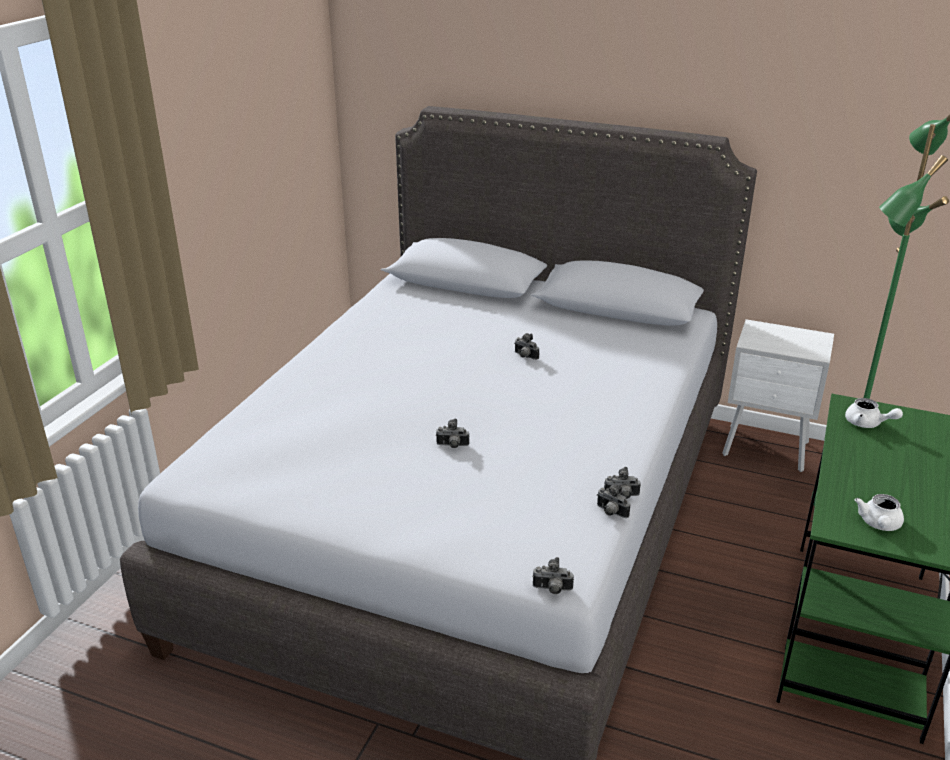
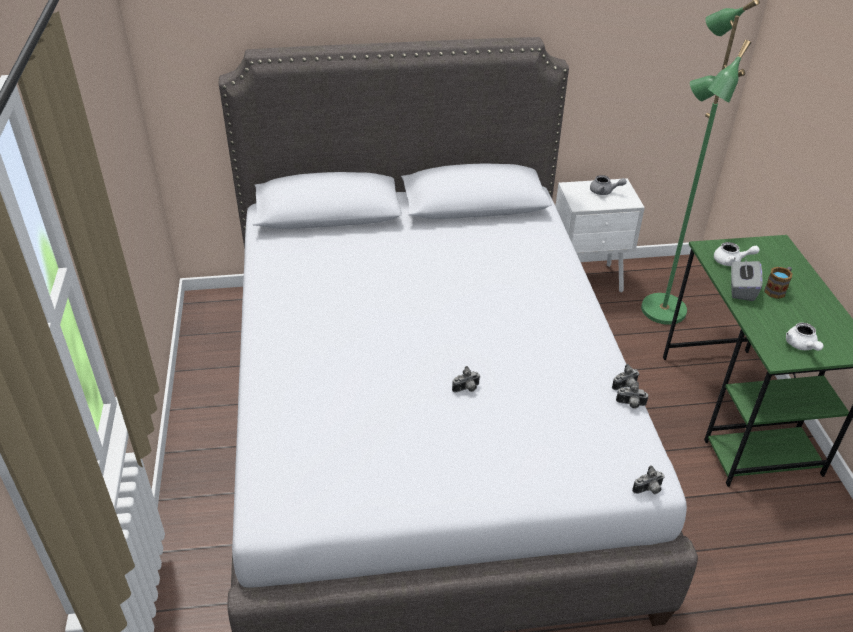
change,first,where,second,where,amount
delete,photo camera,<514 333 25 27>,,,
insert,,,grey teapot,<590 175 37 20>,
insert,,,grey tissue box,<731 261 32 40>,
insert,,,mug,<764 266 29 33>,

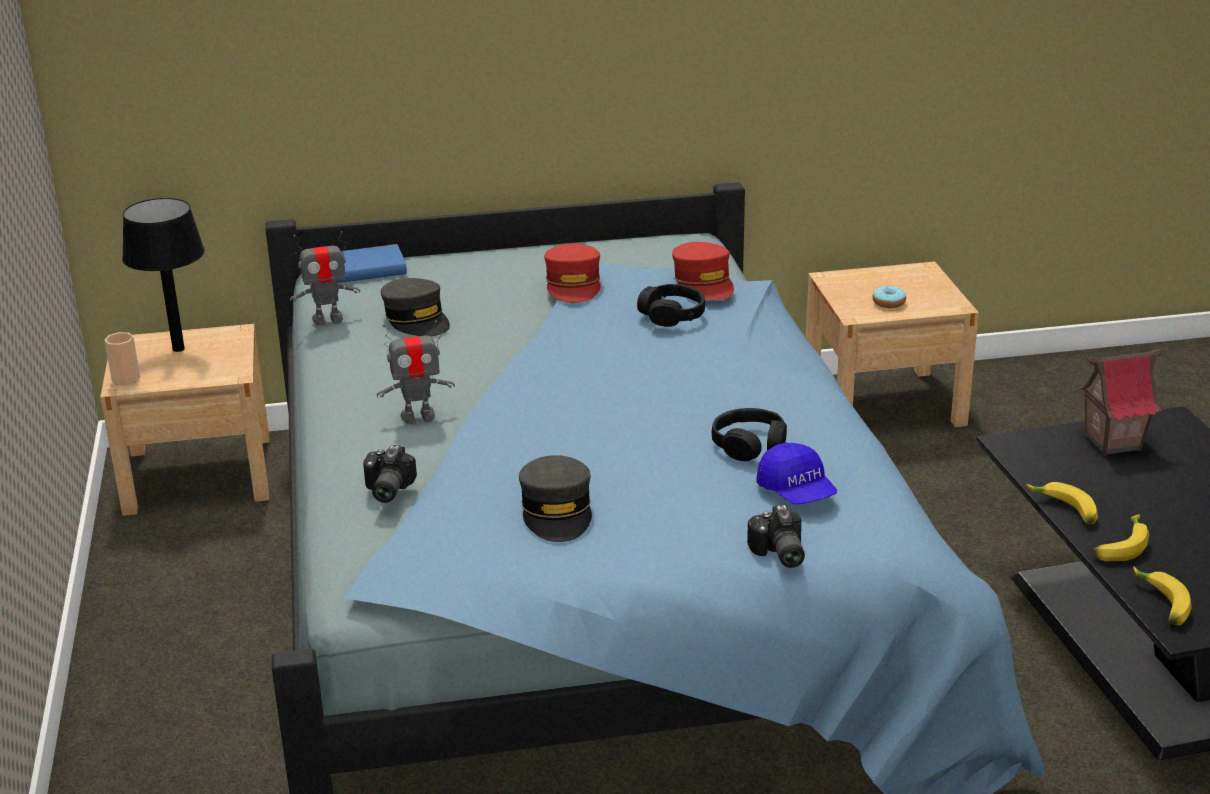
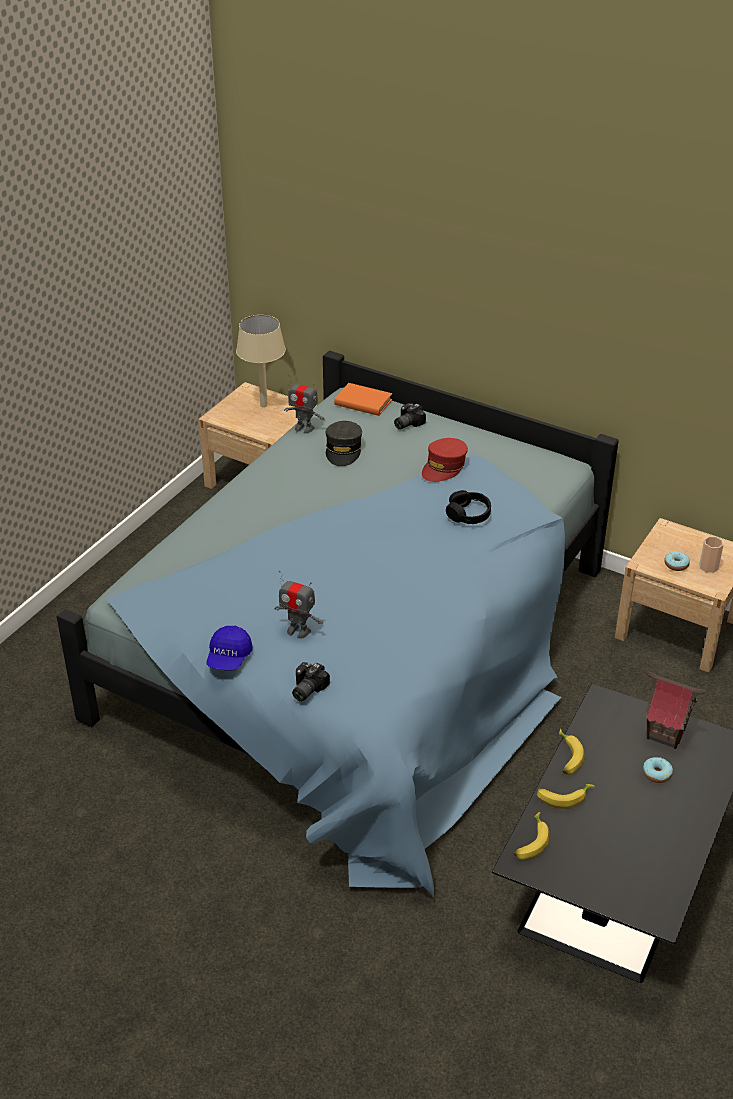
change,first,where,second,where,amount
move,cup,<104 332 36 53>,,<699 536 25 37>,
recolor,black table lamp,<122 198 83 154>,beige table lamp,<236 315 50 93>,
recolor,blue book,<336 244 71 39>,orange book,<334 383 58 33>,
move,photo camera,<363 445 54 58>,,<394 403 32 27>,
move,toy robot,<376 320 79 105>,,<274 571 49 68>,
delete,grey cap,<519 455 73 87>,,,
delete,red cap,<672 242 62 58>,,,
delete,black headphones,<712 408 75 53>,,,
move,blue cap,<756 443 81 61>,,<207 626 46 44>,
insert,,,donut,<643 757 30 26>,

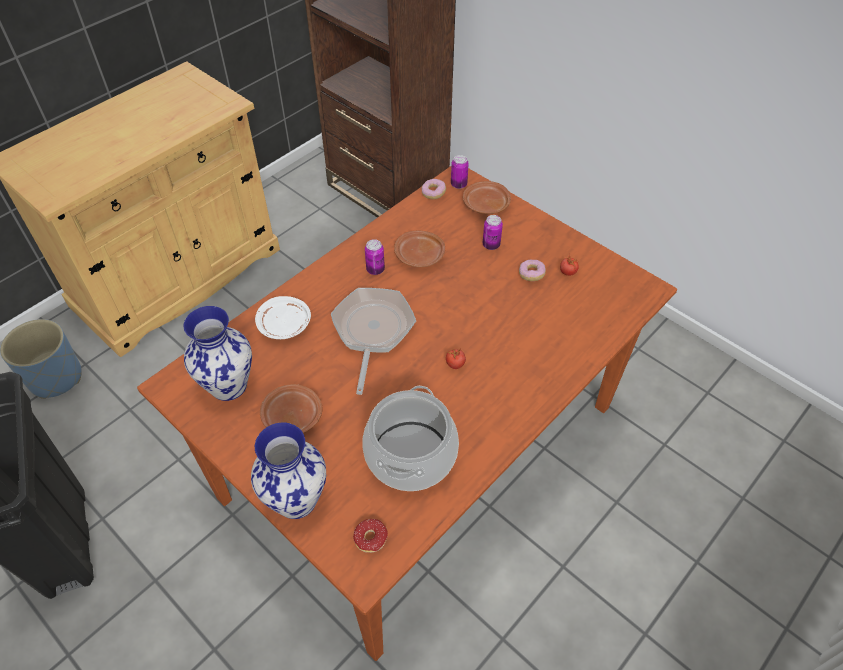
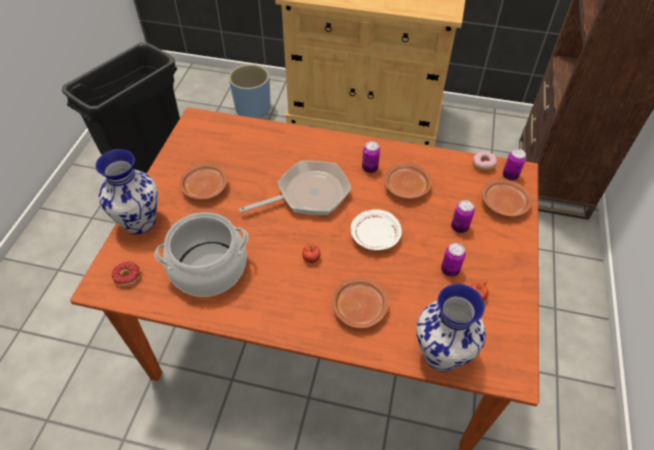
change,first,where,second,where,amount
move,vase,<184 306 68 95>,,<416 284 70 88>,
move,white plate,<255 296 56 43>,,<351 209 51 41>,
replace,donut,<519 260 27 21>,can,<441 243 25 34>,
insert,,,brown plate,<332 278 57 51>,

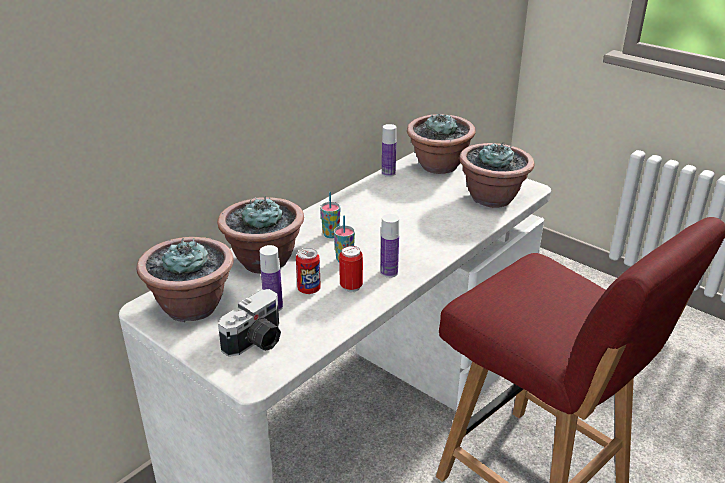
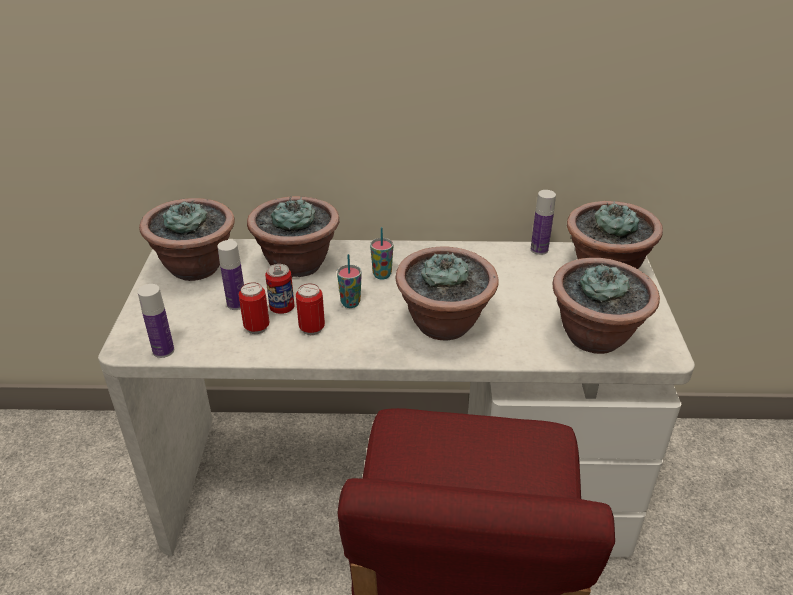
change,first,where,second,where,amount
delete,photo camera,<218 289 63 68>,,,
move,bottle,<381 214 18 64>,,<138 284 36 74>,
insert,,,can,<239 282 30 52>,
insert,,,potted plant,<396 246 103 94>,

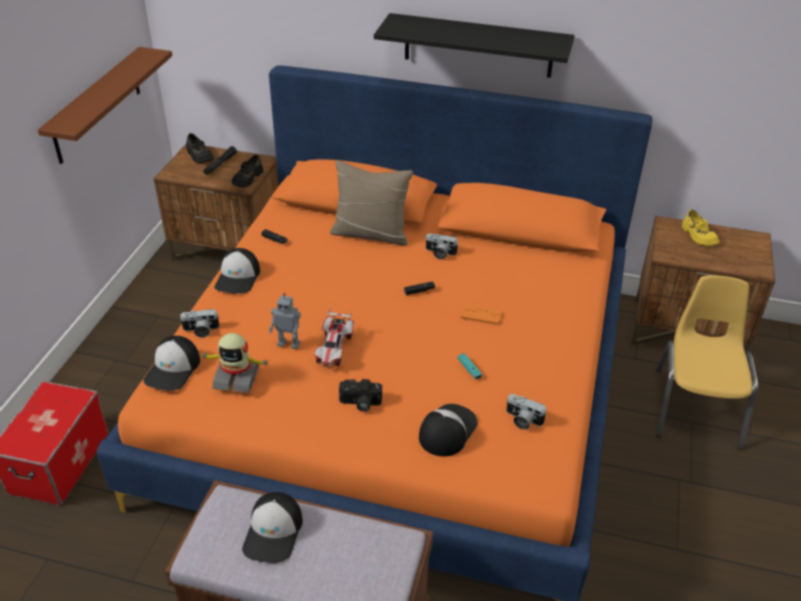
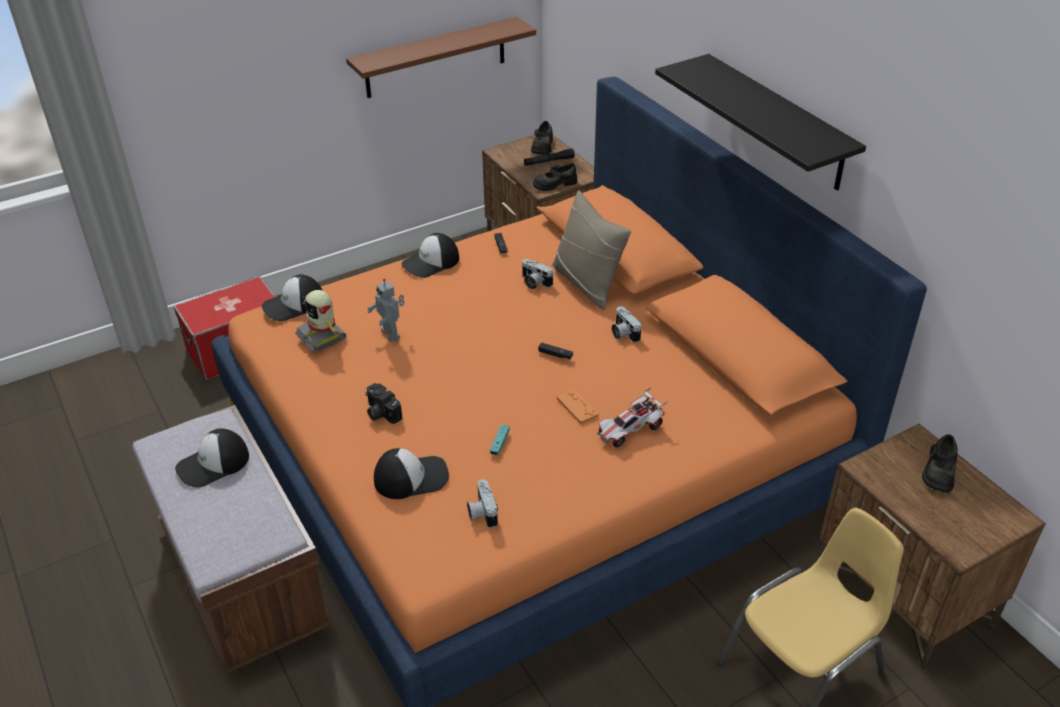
change,first,where,second,where,amount
move,photo camera,<180 309 40 29>,,<522 259 31 30>,
move,toy car,<314 307 40 60>,,<597 387 70 60>,
recolor,yellow shoe,<682 209 37 37>,black shoe,<922 434 36 59>,

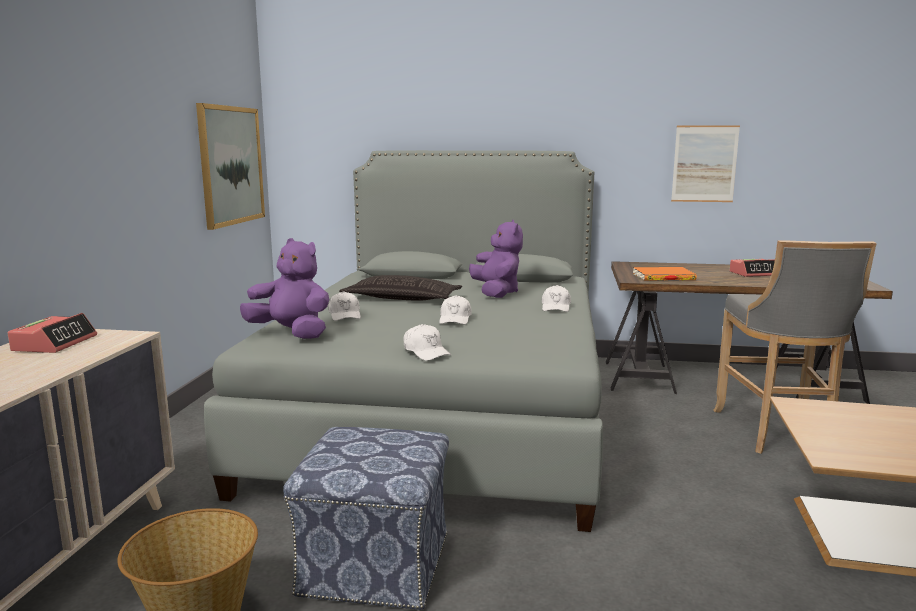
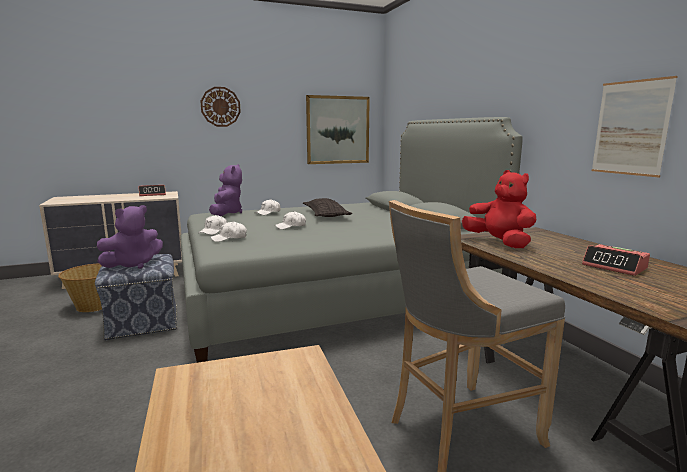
change,first,where,second,where,amount
move,purple plush toy,<469 220 54 78>,,<97 205 66 64>,
move,white cap,<542 285 29 27>,,<211 221 36 21>,
replace,orange book,<633 267 64 14>,red plush toy,<462 170 74 78>,
insert,,,wall clock,<200 87 41 40>,

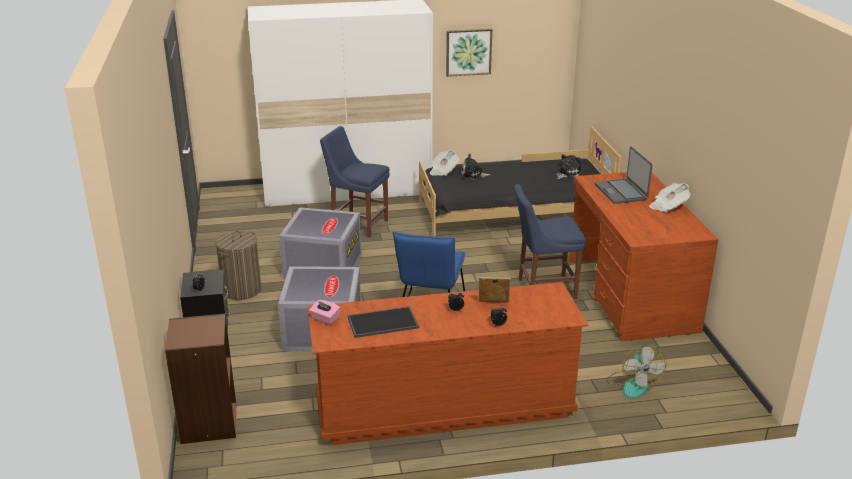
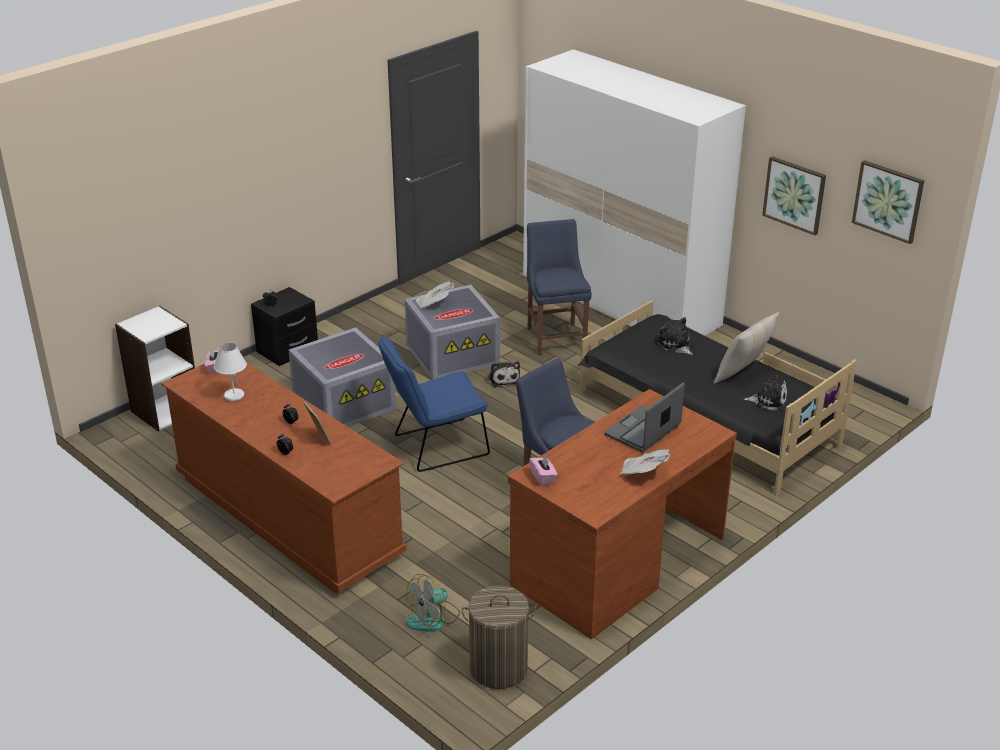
change,first,where,second,where,amount
recolor,brown bookcase,<165 314 71 130>,white bookcase,<115 306 80 125>,
move,laundry basket,<216 231 45 69>,,<461 586 75 103>,
replace,tray,<347 306 72 32>,white table lamp,<214 342 33 59>,
move,newspaper,<430 150 30 26>,,<416 281 38 28>,
insert,,,plush toy,<488 361 32 27>,
insert,,,pink tissue box,<529 455 29 31>,
insert,,,beige pillow,<714 312 65 72>,
insert,,,picture,<852 160 72 84>,

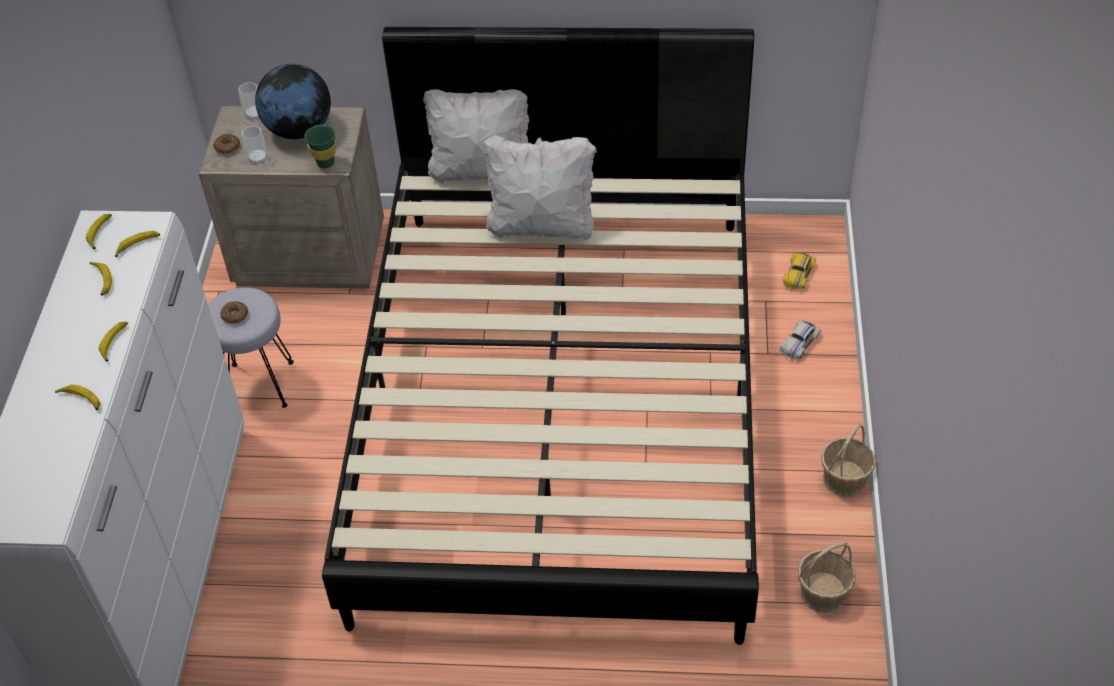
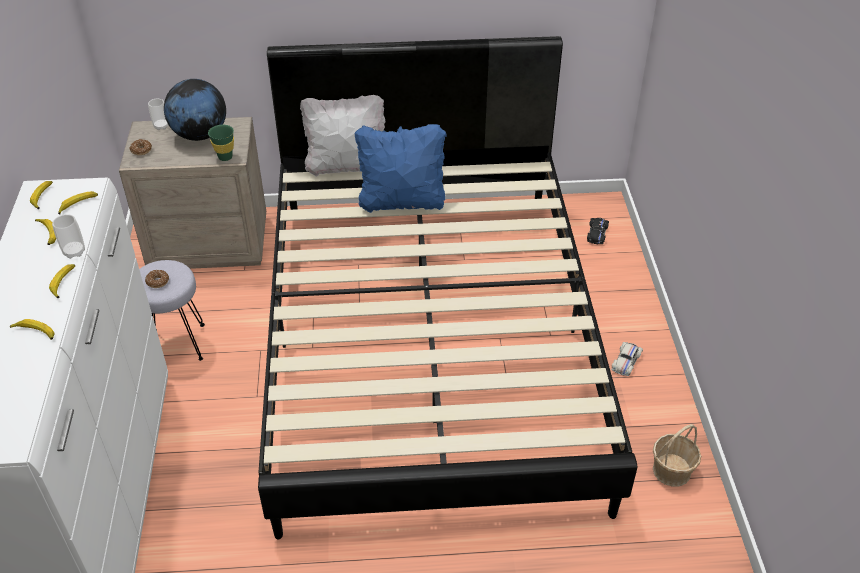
change,first,where,second,where,amount
move,cup,<242 126 25 39>,,<52 214 33 45>,
recolor,white pillow,<483 134 114 106>,blue pillow,<355 124 92 89>,
move,white toy car,<779 320 42 40>,,<611 342 32 34>,
recolor,yellow toy car,<783 253 34 37>,black toy car,<587 218 22 26>,
delete,basket,<821 424 55 73>,,,

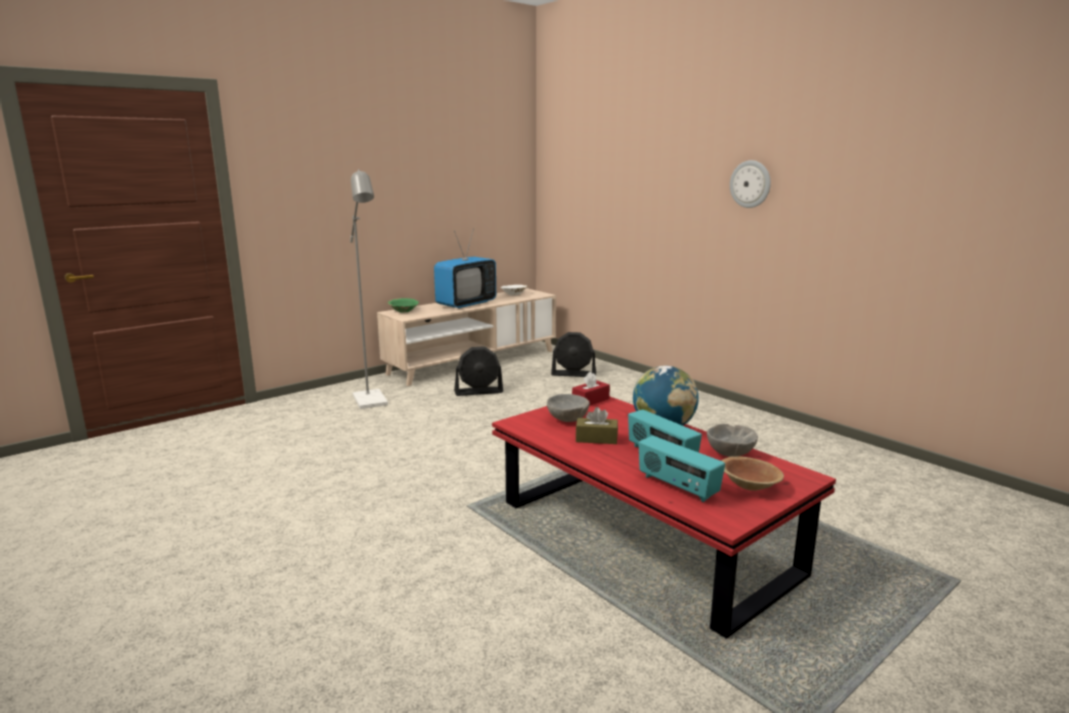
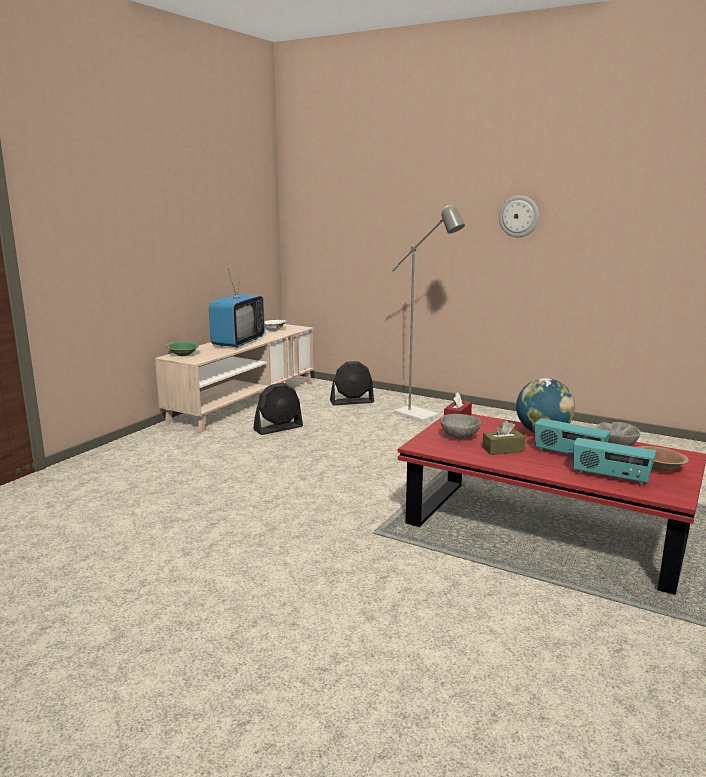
change,first,where,second,where,amount
move,grey floor lamp,<350 169 38 240>,,<391 204 74 218>,

